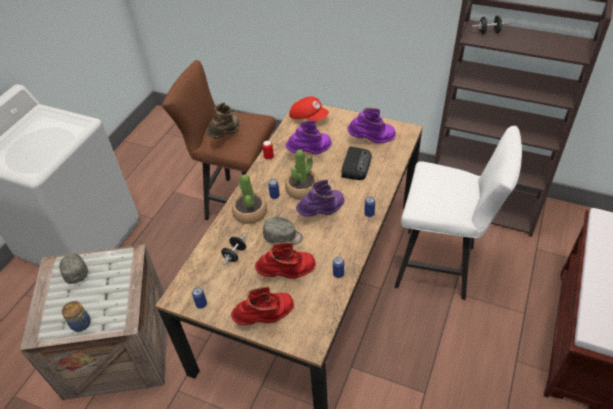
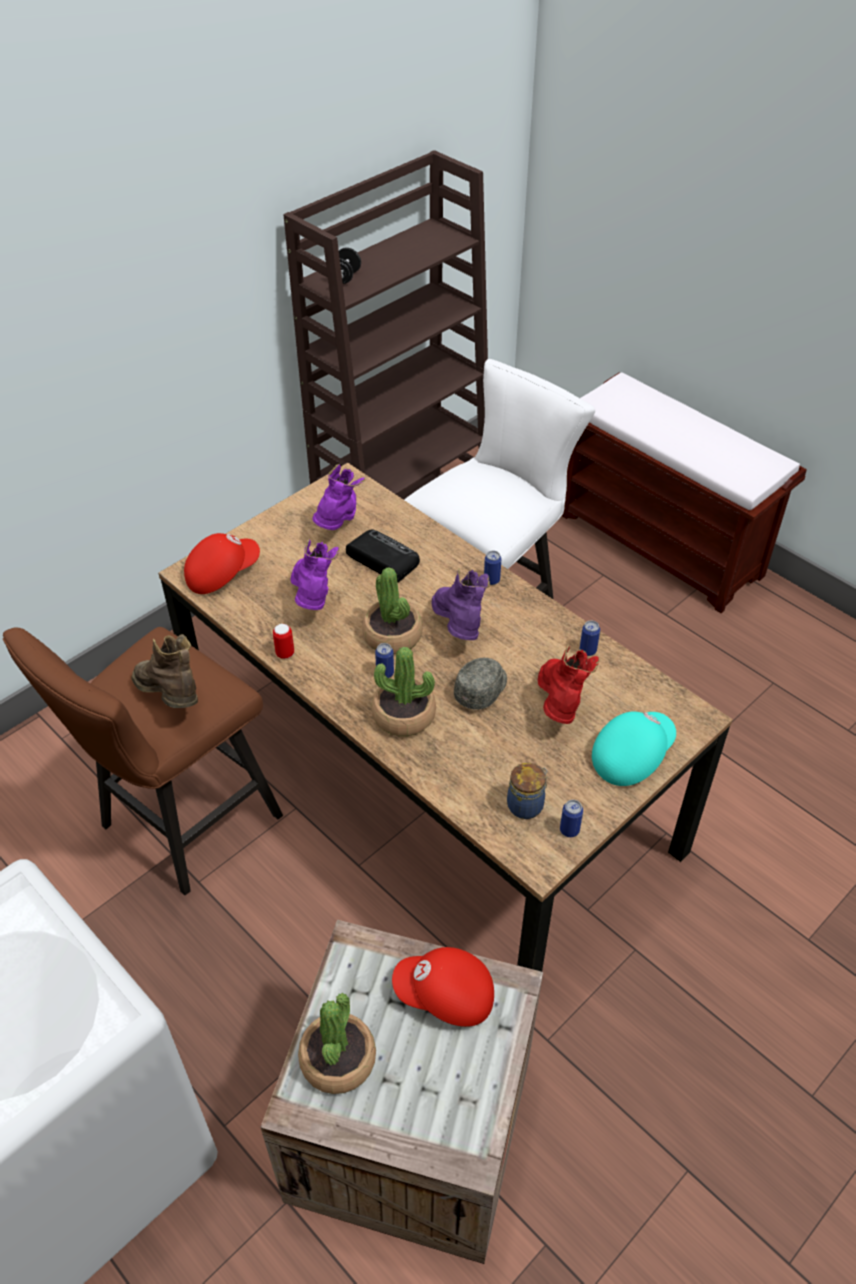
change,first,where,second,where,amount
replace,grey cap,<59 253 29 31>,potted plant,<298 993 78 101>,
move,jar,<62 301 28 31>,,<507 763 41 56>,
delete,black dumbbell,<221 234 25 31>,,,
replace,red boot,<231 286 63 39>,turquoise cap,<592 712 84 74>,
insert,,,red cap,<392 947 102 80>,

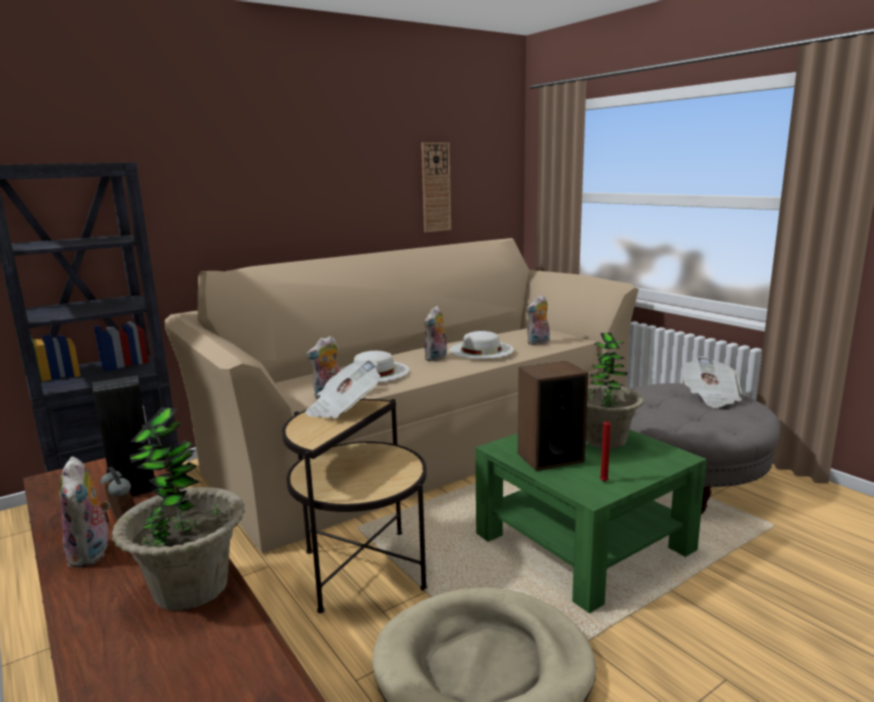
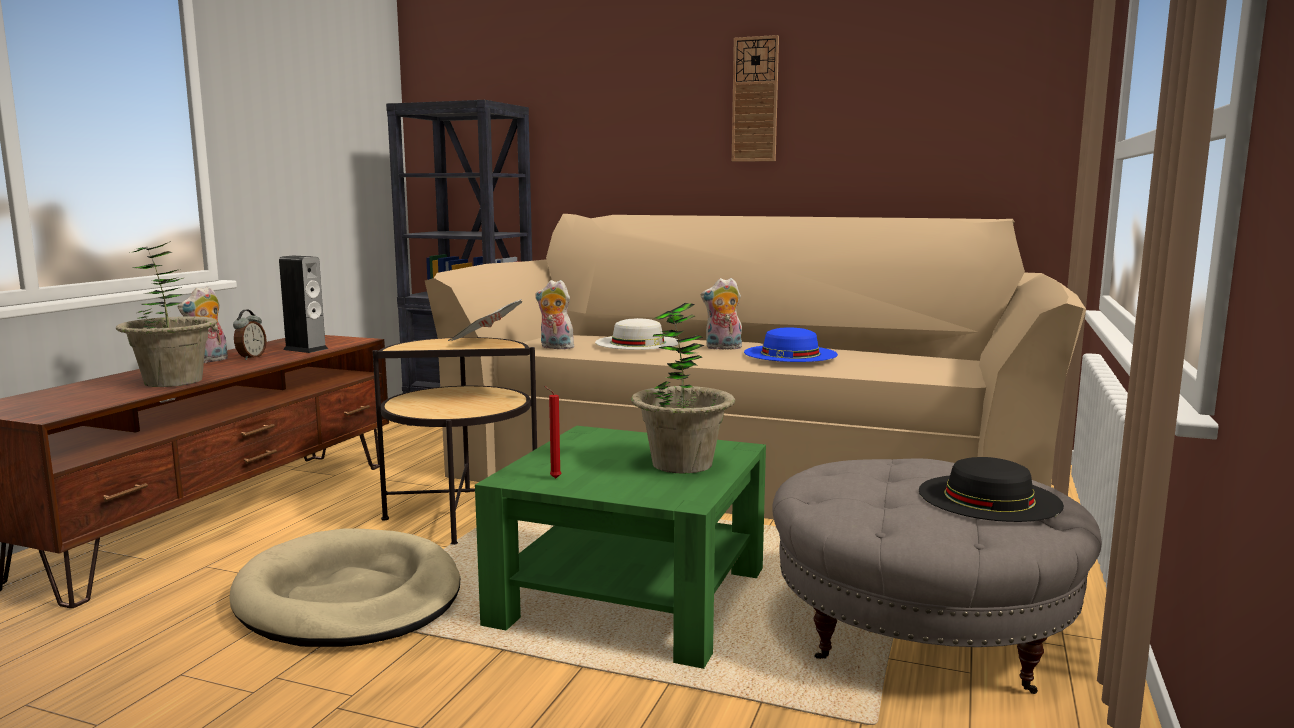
change,first,where,second,where,amount
move,wall clock,<421 142 30 91>,,<732 35 47 127>,
recolor,white hat,<449 331 65 28>,blue hat,<744 328 94 34>,
delete,speaker,<518 361 70 110>,,,
delete,plush toy,<526 295 24 50>,,,
replace,newspaper,<682 356 60 52>,black hat,<919 457 145 65>,

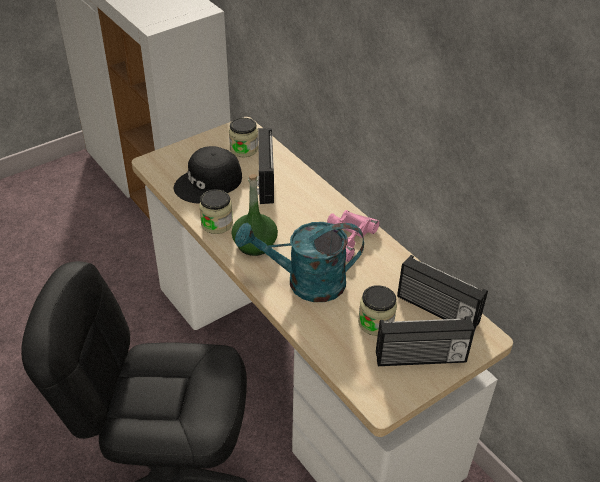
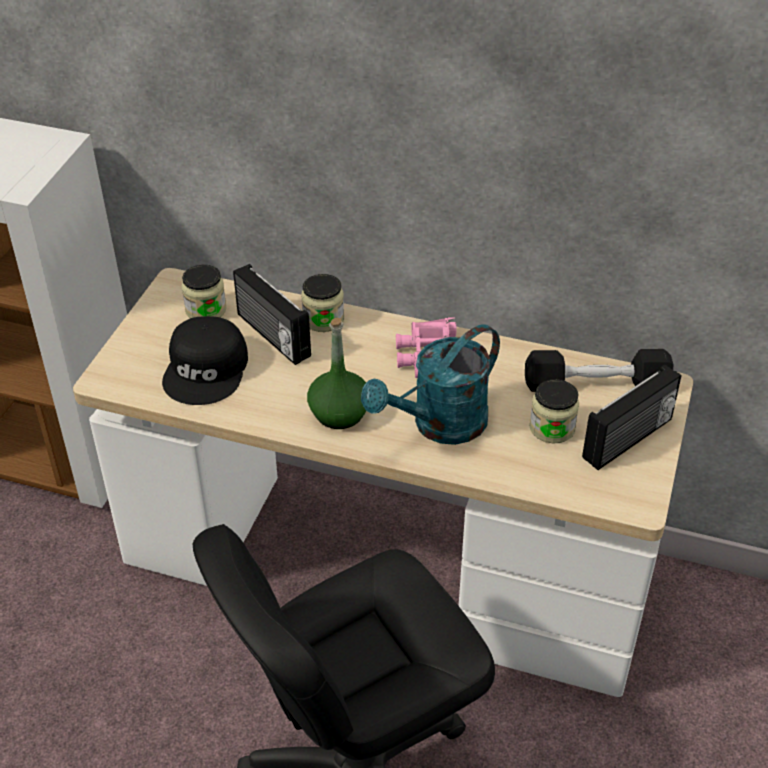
change,first,where,second,where,amount
move,jar,<199 189 34 45>,,<301 274 43 58>,
replace,radio,<397 255 91 74>,black dumbbell,<525 349 149 43>,

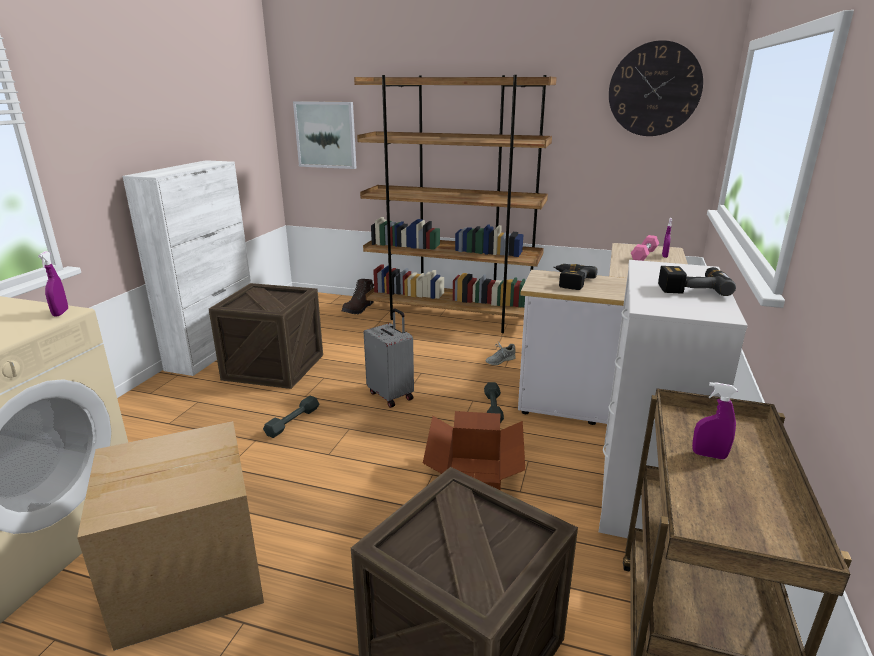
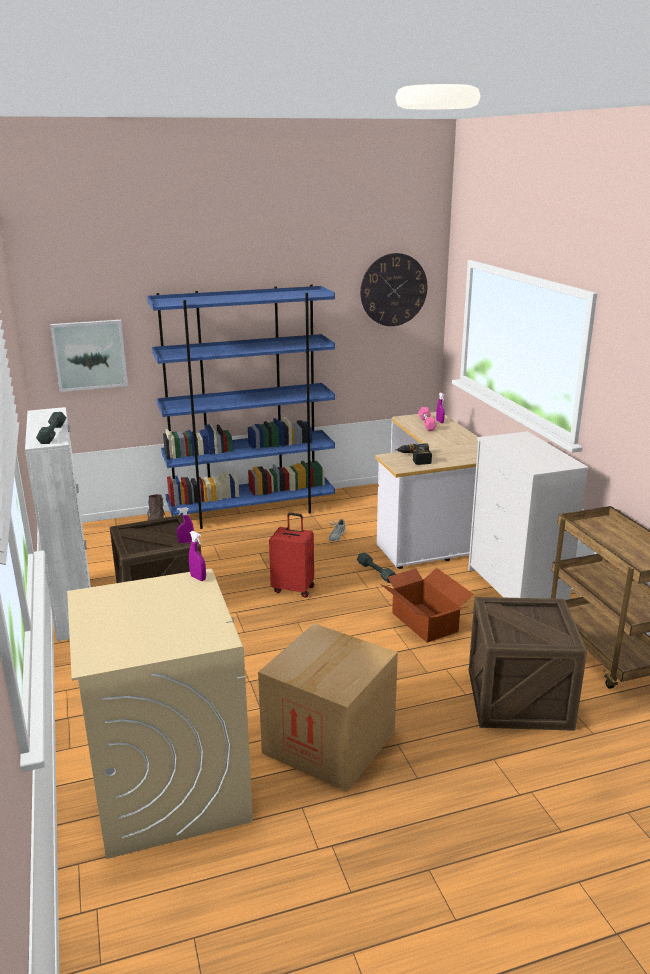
change,first,where,second,where,amount
move,grey dumbbell,<263 396 56 42>,,<36 412 30 32>,
recolor,brown bookcase,<354 75 203 258>,blue bookcase,<147 284 188 245>,
recolor,grey suitcase,<363 308 51 100>,red suitcase,<269 513 45 85>,
delete,power drill,<658 266 78 30>,,,
move,purple spray bottle,<692 382 45 77>,,<177 507 17 36>,

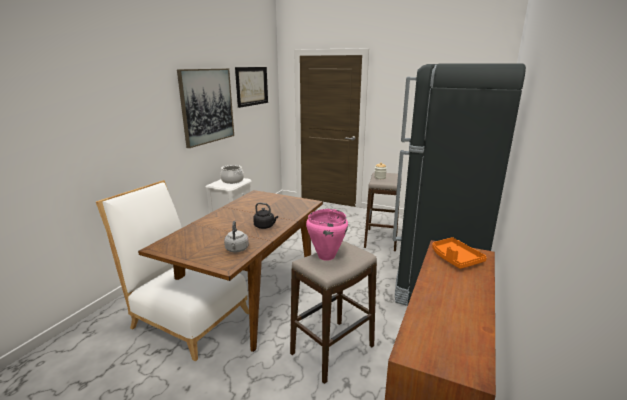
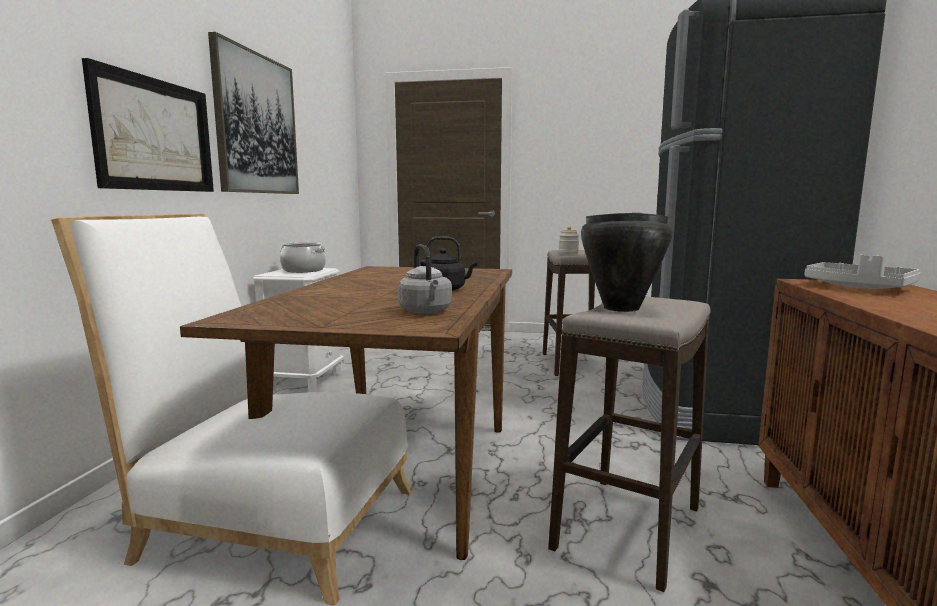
change,first,where,second,where,amount
move,picture,<235 67 33 41>,,<82 58 132 134>,
recolor,pink cooking pot,<306 209 42 52>,black cooking pot,<581 212 91 100>,
recolor,orange tray,<432 237 55 32>,grey tray,<805 255 116 34>,

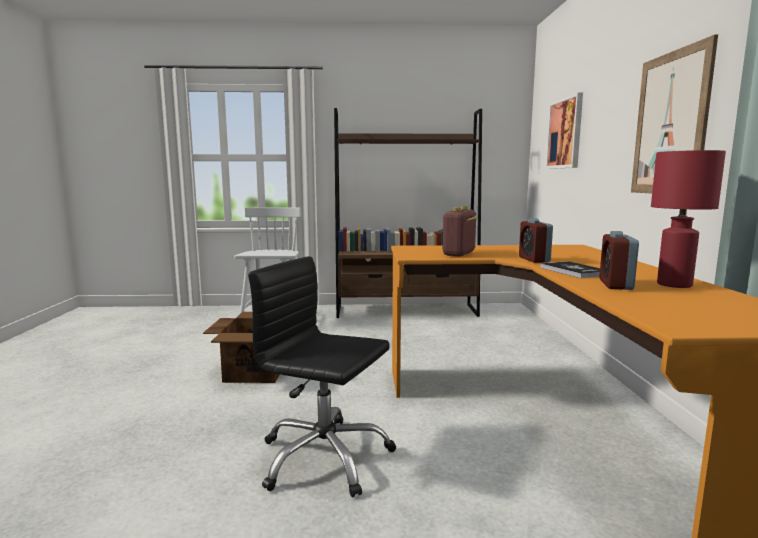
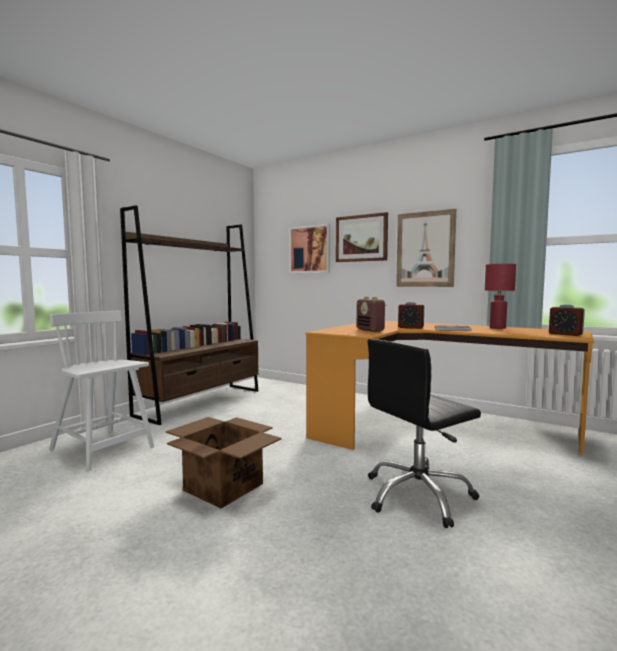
change,first,where,second,where,amount
move,alarm clock,<599 231 40 59>,,<549 304 36 32>,
insert,,,picture,<336 212 52 50>,

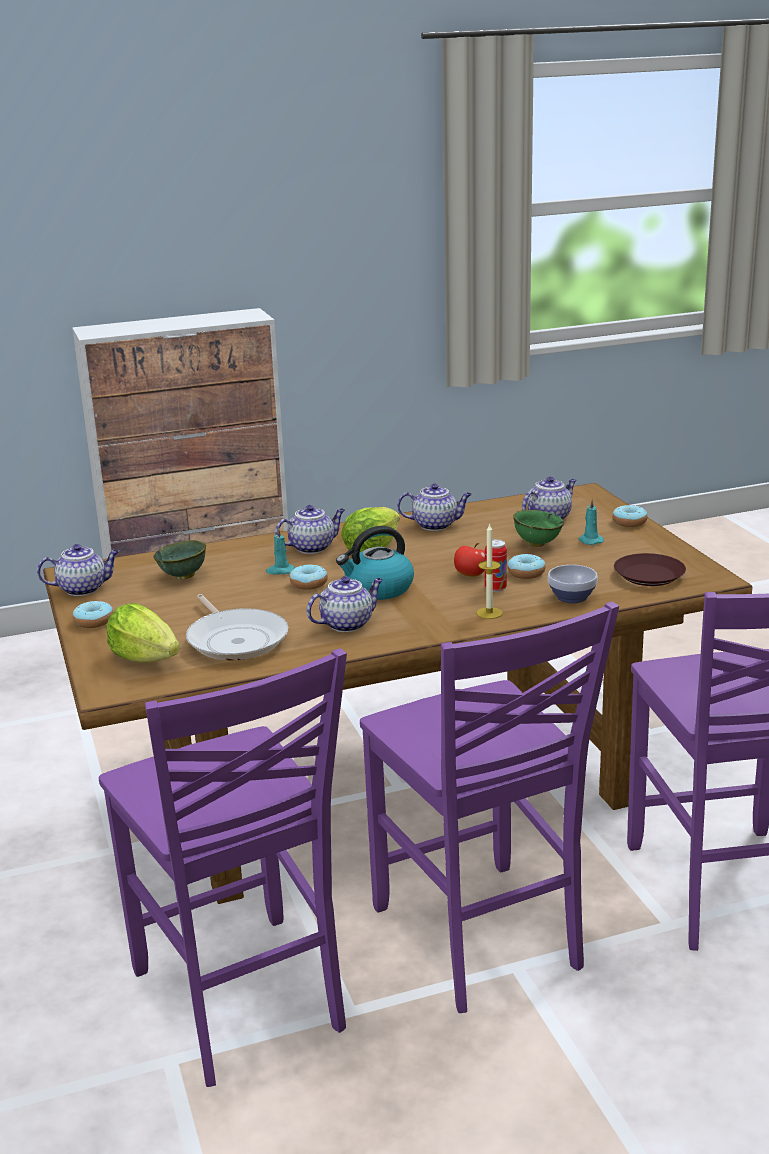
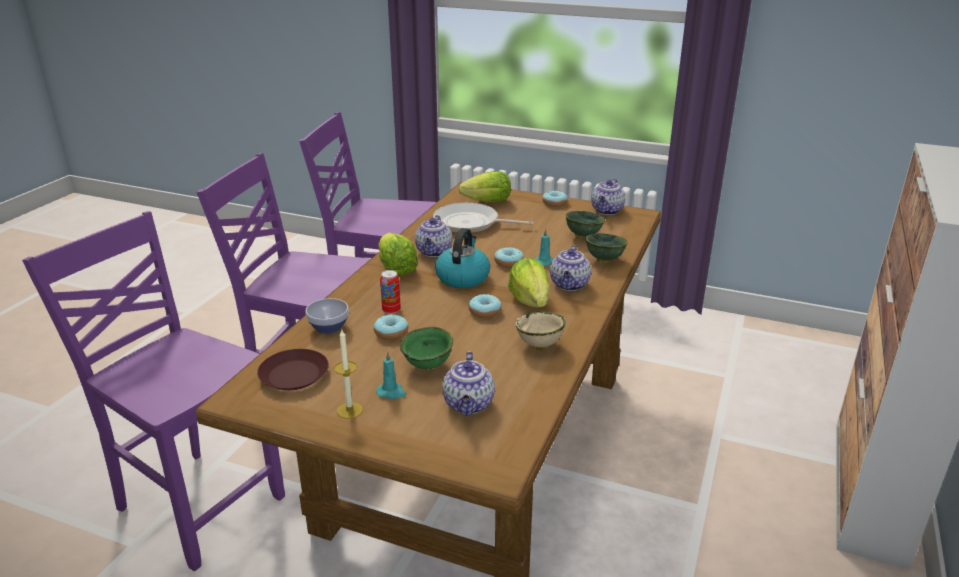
change,first,where,second,where,amount
replace,teapot,<397 484 75 47>,beige bowl,<515 311 51 39>,
delete,apple,<454 543 31 34>,,,
move,candle,<477 523 25 96>,,<334 330 29 89>,
move,donut,<612 505 36 22>,,<469 294 32 24>,
insert,,,lettuce,<378 233 40 43>,
insert,,,green bowl,<586 233 42 30>,

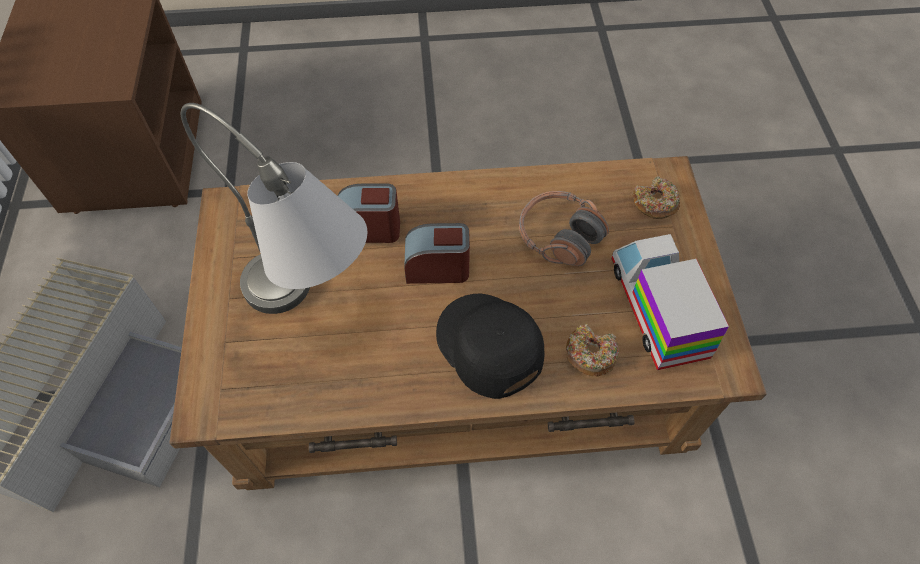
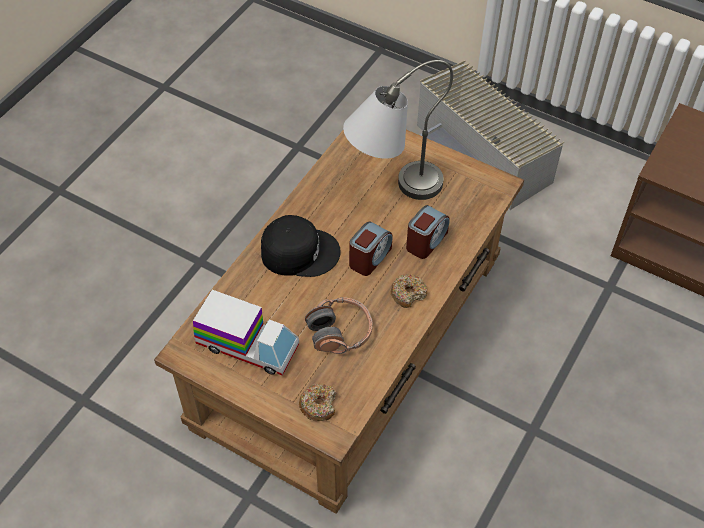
change,first,where,second,where,amount
move,donut,<566 324 53 52>,,<391 274 36 34>,

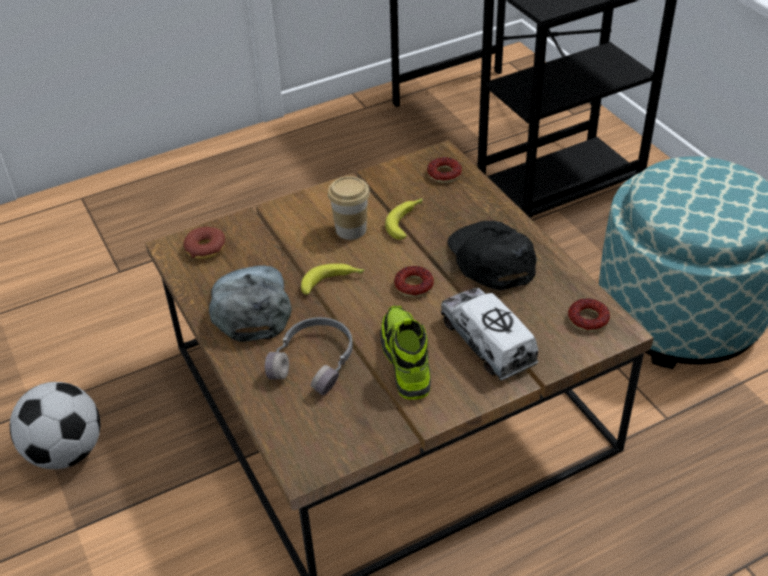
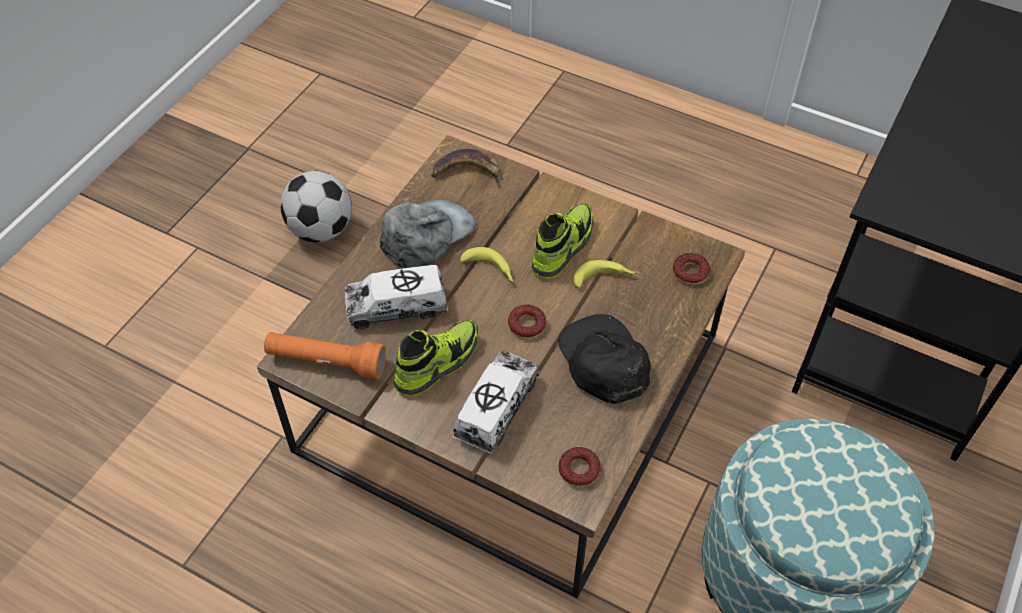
change,first,where,second,where,amount
replace,donut,<183 227 42 32>,banana,<431 149 70 38>,
replace,grey headphones,<265 317 88 79>,toy truck,<344 265 104 64>,
replace,cup,<328 176 42 64>,shoe,<532 202 62 77>,
rotate,black cap,<448 221 89 69>,,<558 314 93 90>,60 degrees counterclockwise
insert,,,orange flashlight,<264 332 122 48>,

